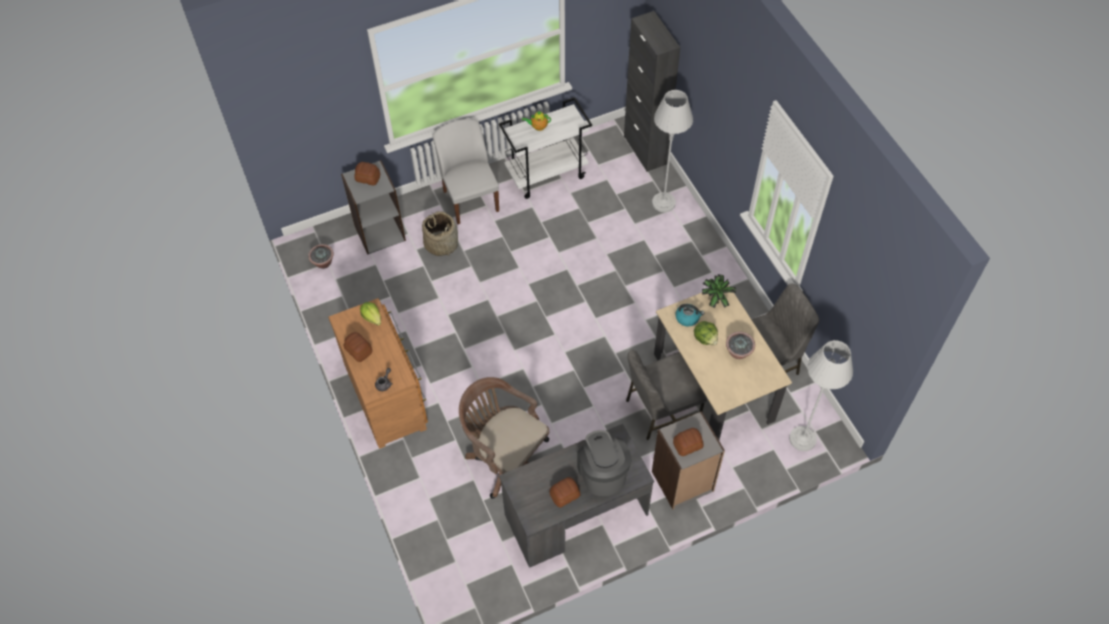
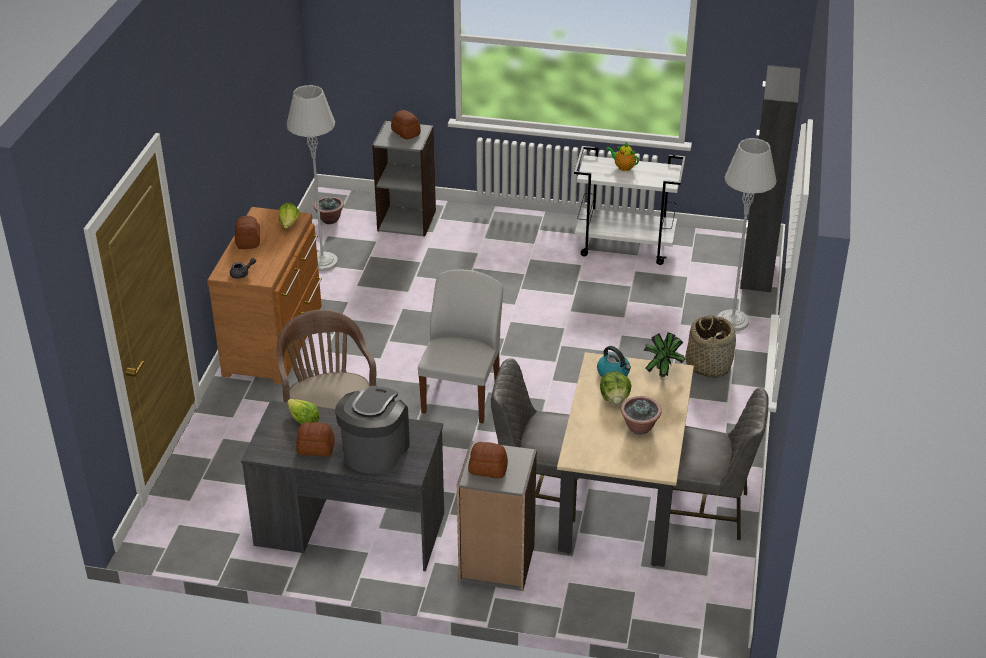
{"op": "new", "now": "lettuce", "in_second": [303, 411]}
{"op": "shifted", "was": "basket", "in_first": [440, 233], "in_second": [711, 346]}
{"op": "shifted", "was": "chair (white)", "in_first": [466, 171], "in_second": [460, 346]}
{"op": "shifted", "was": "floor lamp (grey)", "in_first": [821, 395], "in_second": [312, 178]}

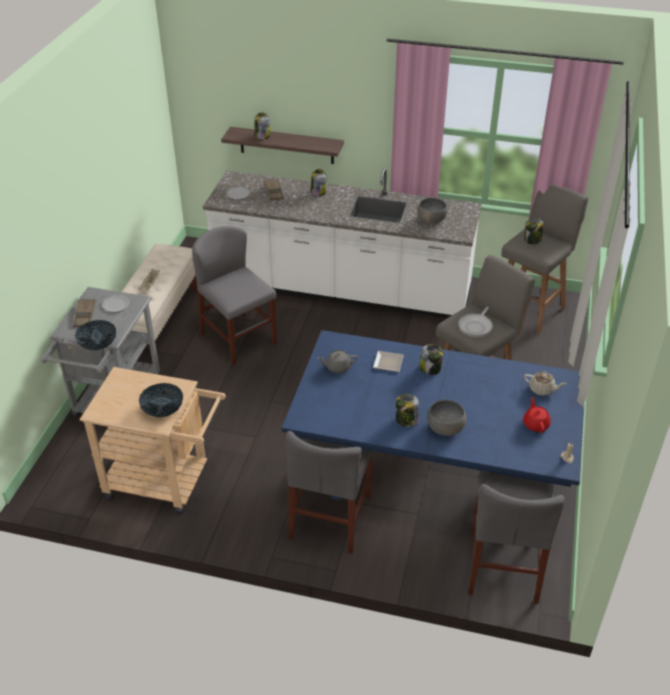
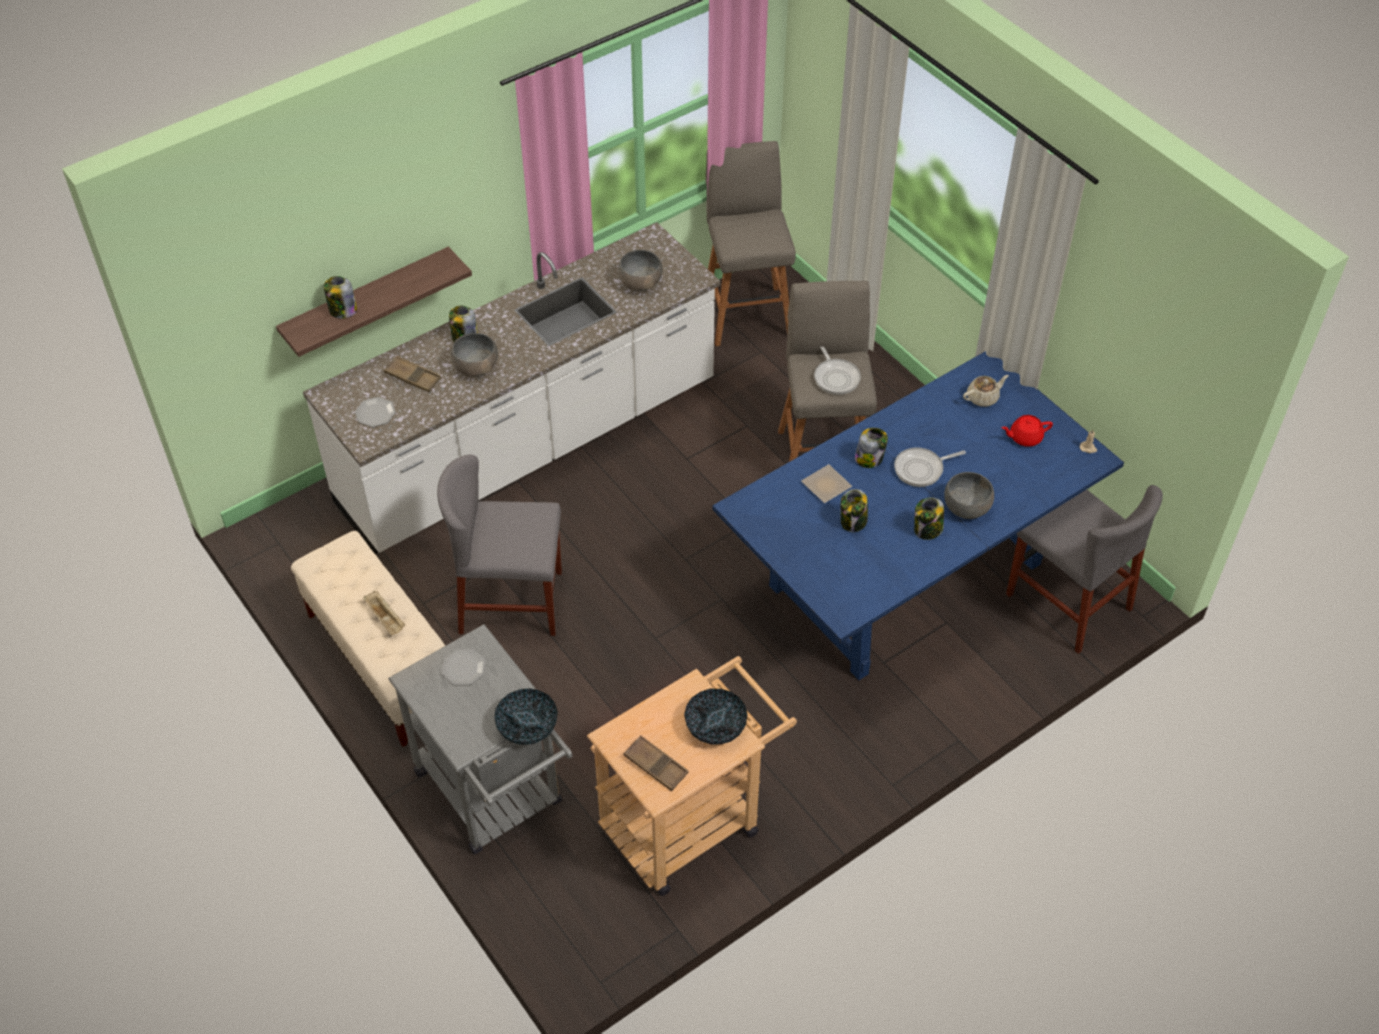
{"op": "gone", "was": "chair (grey)", "in_first": [330, 492]}
{"op": "gone", "was": "teapot (grey)", "in_first": [337, 361]}
{"op": "new", "now": "bowl (grey)", "in_second": [474, 355]}
{"op": "new", "now": "frying pan", "in_second": [930, 467]}
{"op": "shifted", "was": "tray (brown)", "in_first": [84, 313], "in_second": [656, 763]}
{"op": "shifted", "was": "jar", "in_first": [533, 231], "in_second": [854, 510]}
{"op": "rotated", "was": "teapot (red)", "in_first": [537, 415], "in_second": [1027, 431], "clockwise": -45}

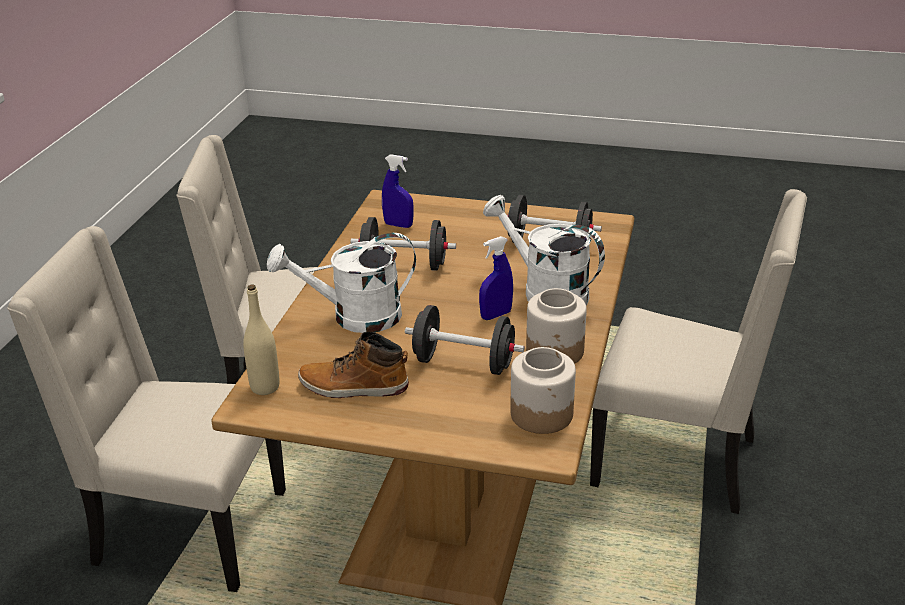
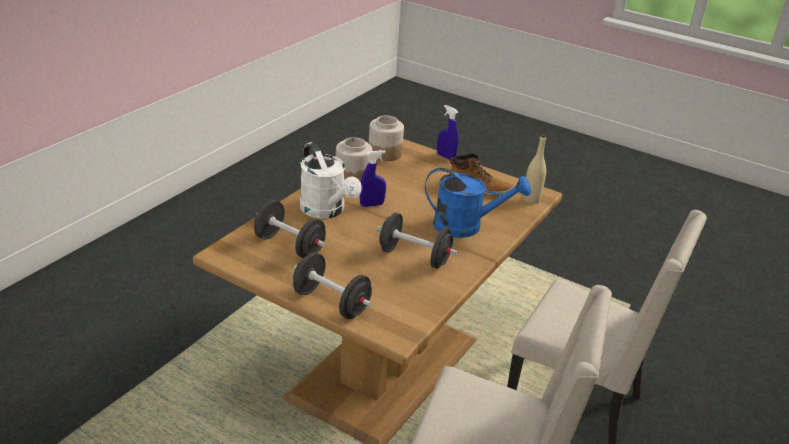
{"op": "gone", "was": "chair (beige)", "in_first": [698, 351]}
{"op": "shifted", "was": "spray bottle (blue)", "in_first": [397, 191], "in_second": [448, 132]}
{"op": "shifted", "was": "dumbbell (black)", "in_first": [465, 340], "in_second": [332, 285]}
{"op": "repainted", "was": "watering can (white)", "now": "watering can (blue)", "in_first": [341, 283], "in_second": [478, 203]}

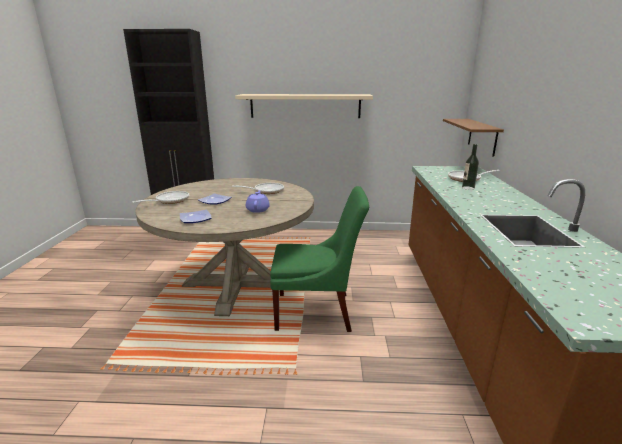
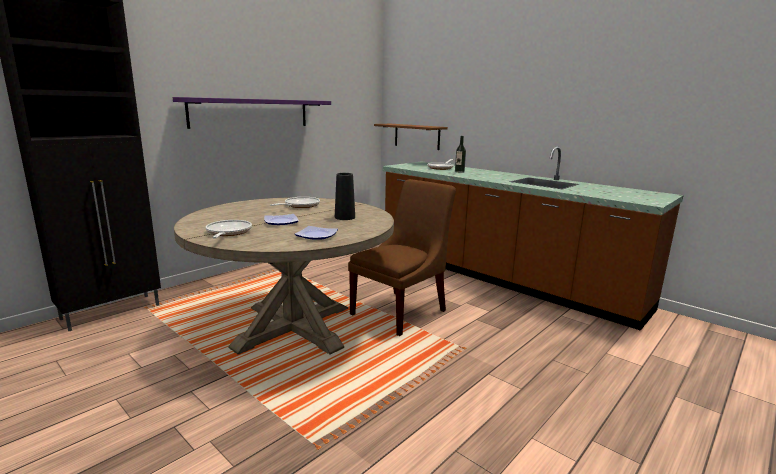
{"op": "swapped", "was": "teapot (purple)", "now": "vase (black)", "in_first": [258, 201], "in_second": [345, 196]}
{"op": "repainted", "was": "shelf (beige)", "now": "shelf (purple)", "in_first": [304, 106], "in_second": [252, 113]}
{"op": "repainted", "was": "chair (green)", "now": "chair (brown)", "in_first": [319, 259], "in_second": [402, 257]}

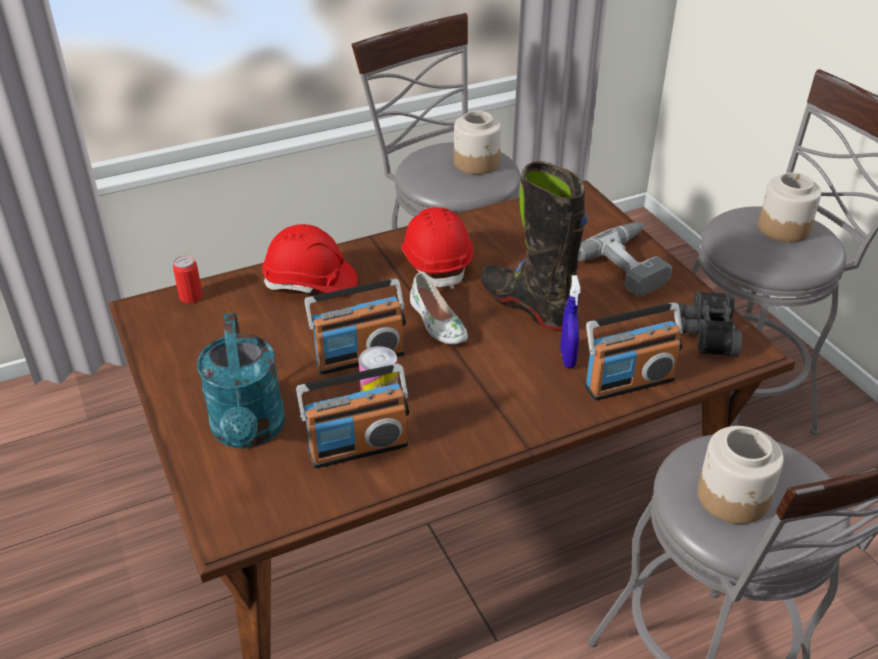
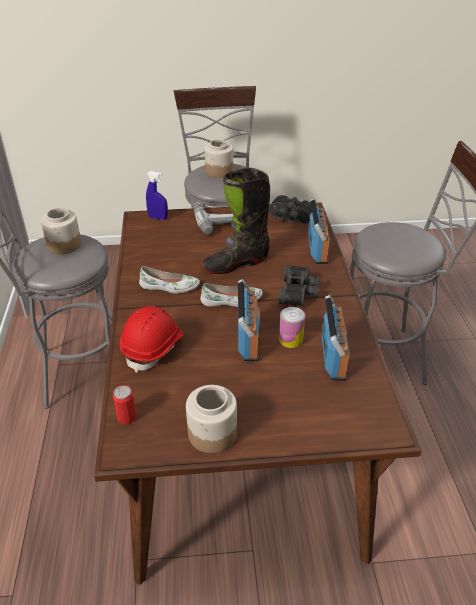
{"op": "gone", "was": "watering can (turquoise)", "in_first": [241, 381]}
{"op": "new", "now": "binoculars (black)", "in_second": [299, 286]}
{"op": "shifted", "was": "spray bottle (blue)", "in_first": [570, 321], "in_second": [157, 195]}
{"op": "shifted", "was": "jar", "in_first": [741, 475], "in_second": [211, 419]}
{"op": "swapped", "was": "hard hat (red)", "now": "shoe (white)", "in_first": [437, 248], "in_second": [169, 280]}

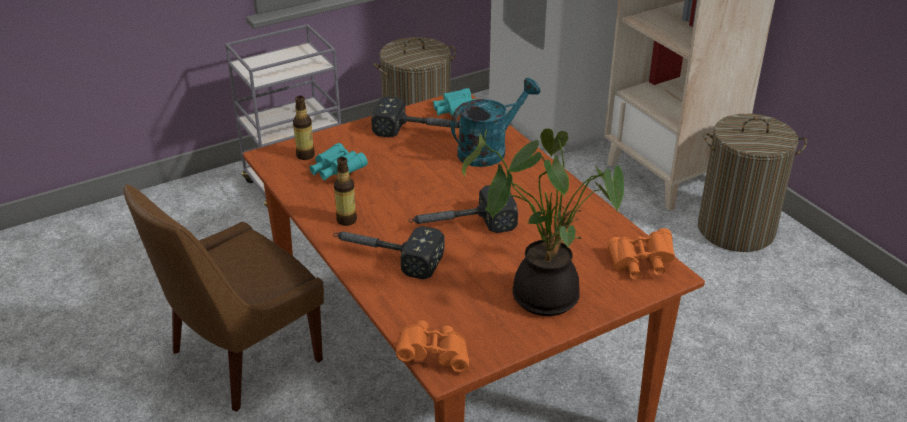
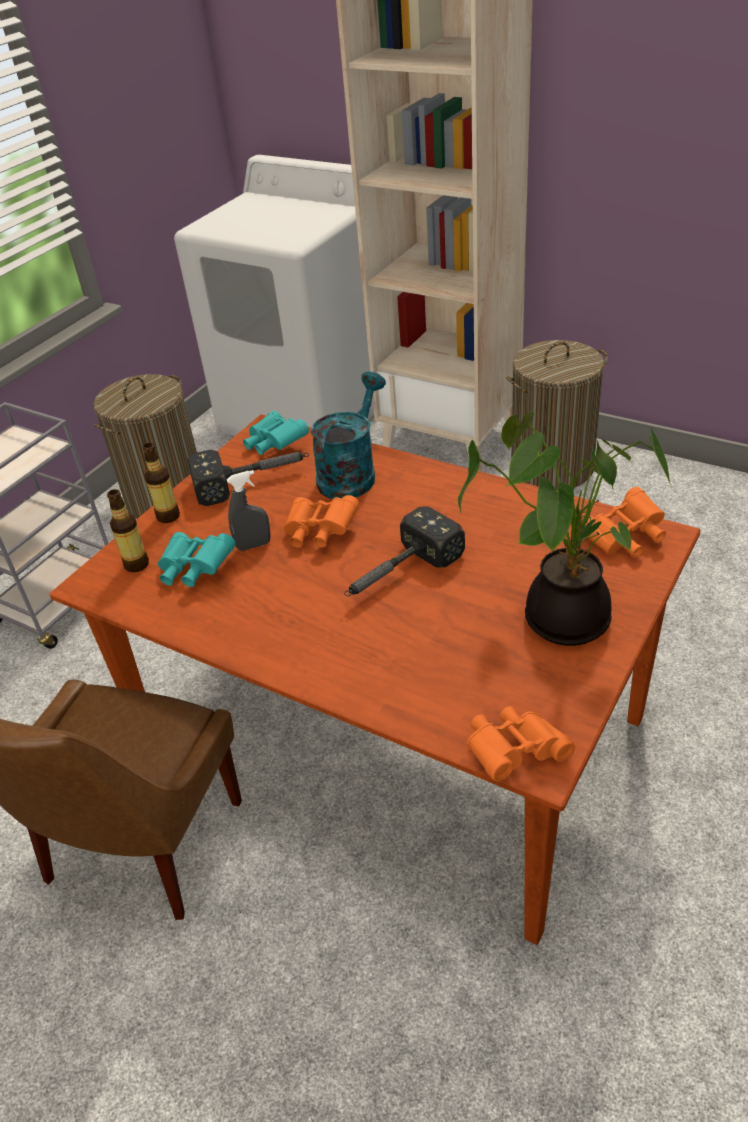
{"op": "gone", "was": "hammer", "in_first": [388, 252]}
{"op": "new", "now": "spray bottle (grey)", "in_second": [249, 510]}
{"op": "new", "now": "binoculars (orange)", "in_second": [321, 521]}
{"op": "shifted", "was": "bottle", "in_first": [345, 191], "in_second": [161, 483]}

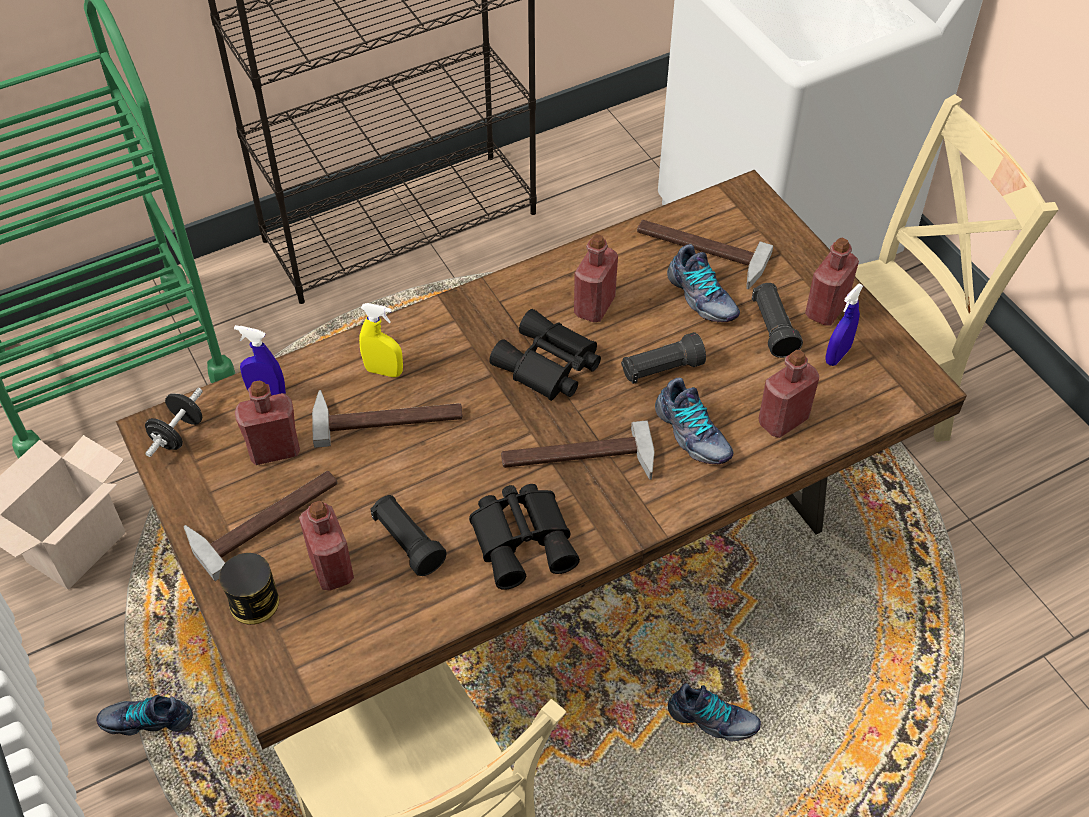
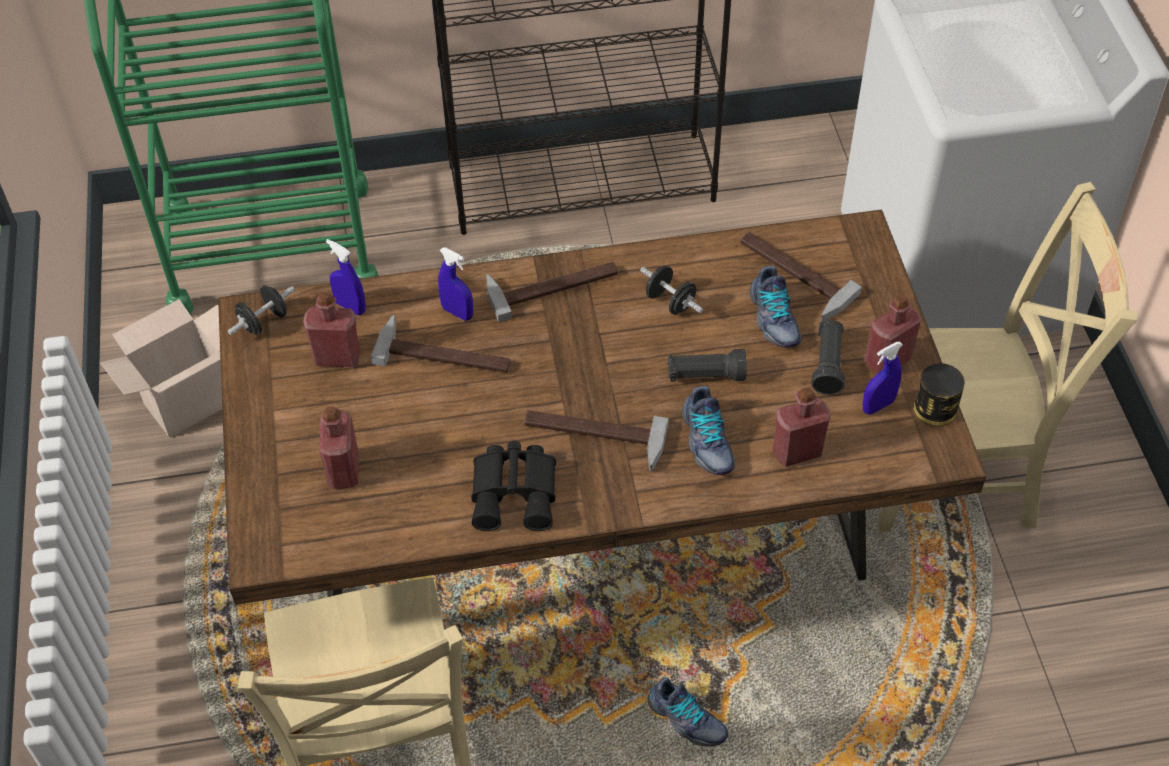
{"op": "gone", "was": "shoe", "in_first": [145, 715]}
{"op": "gone", "was": "flashlight (black)", "in_first": [408, 535]}
{"op": "gone", "was": "binoculars (black)", "in_first": [545, 355]}
{"op": "shifted", "was": "hammer", "in_first": [260, 526], "in_second": [552, 292]}
{"op": "shifted", "was": "can", "in_first": [249, 589], "in_second": [939, 394]}
{"op": "swapped", "was": "bottle (red)", "now": "dumbbell (black)", "in_first": [596, 278], "in_second": [671, 290]}
{"op": "repainted", "was": "spray bottle (yellow)", "now": "spray bottle (blue)", "in_first": [381, 340], "in_second": [455, 284]}

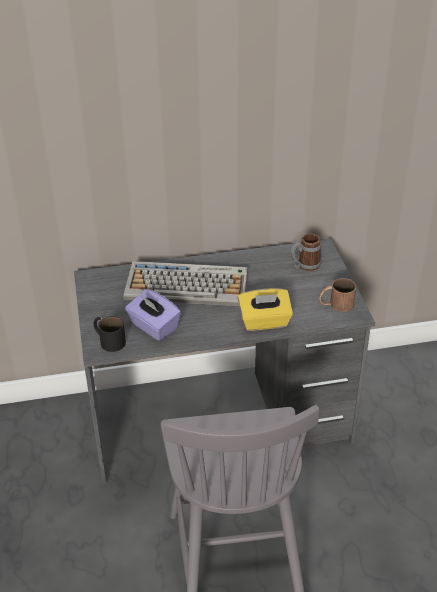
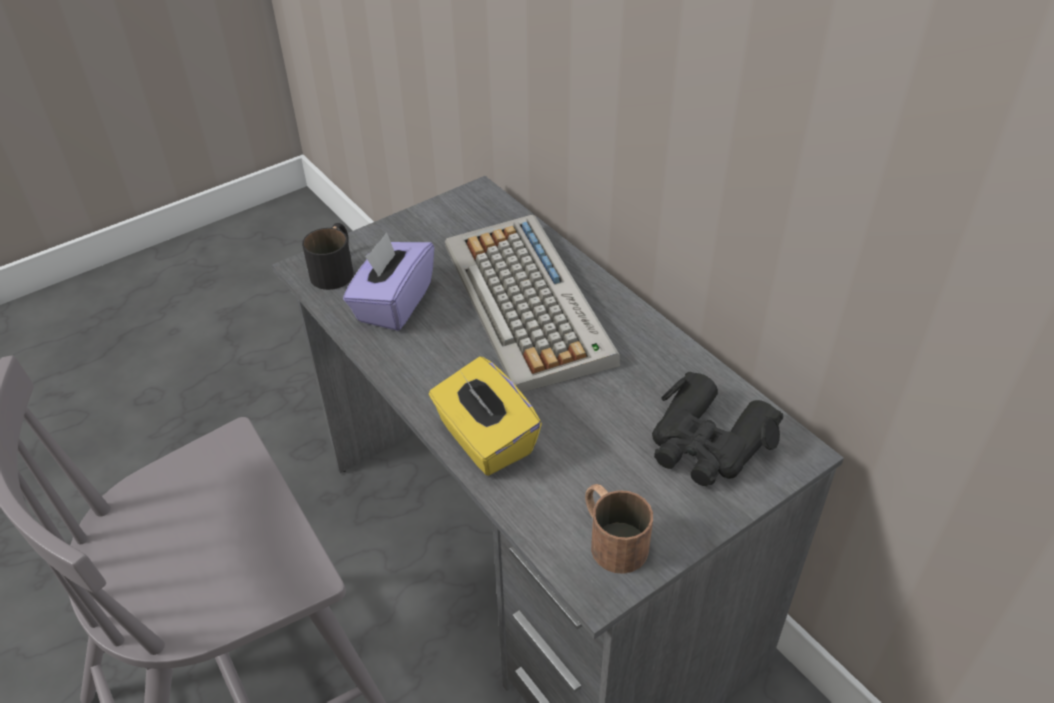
{"op": "swapped", "was": "mug", "now": "binoculars (black)", "in_first": [306, 252], "in_second": [718, 428]}

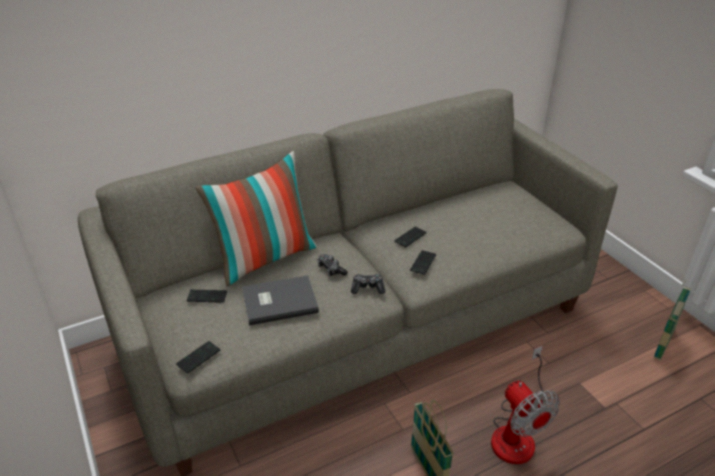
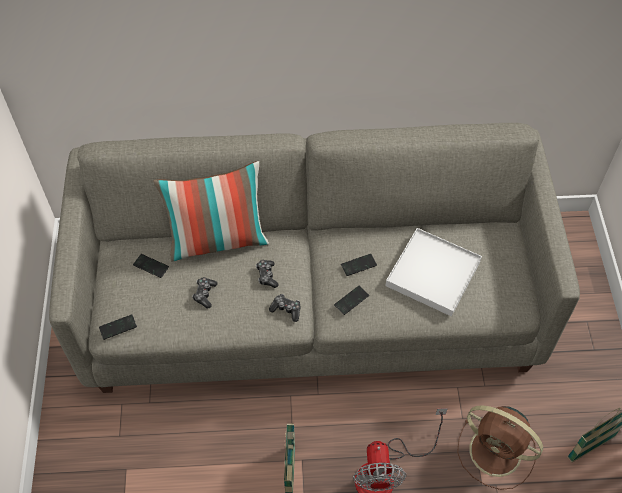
{"op": "new", "now": "tray (white)", "in_second": [433, 272]}
{"op": "new", "now": "fan (brown)", "in_second": [500, 447]}
{"op": "swapped", "was": "book (grey)", "now": "game controller", "in_first": [280, 300], "in_second": [204, 292]}

